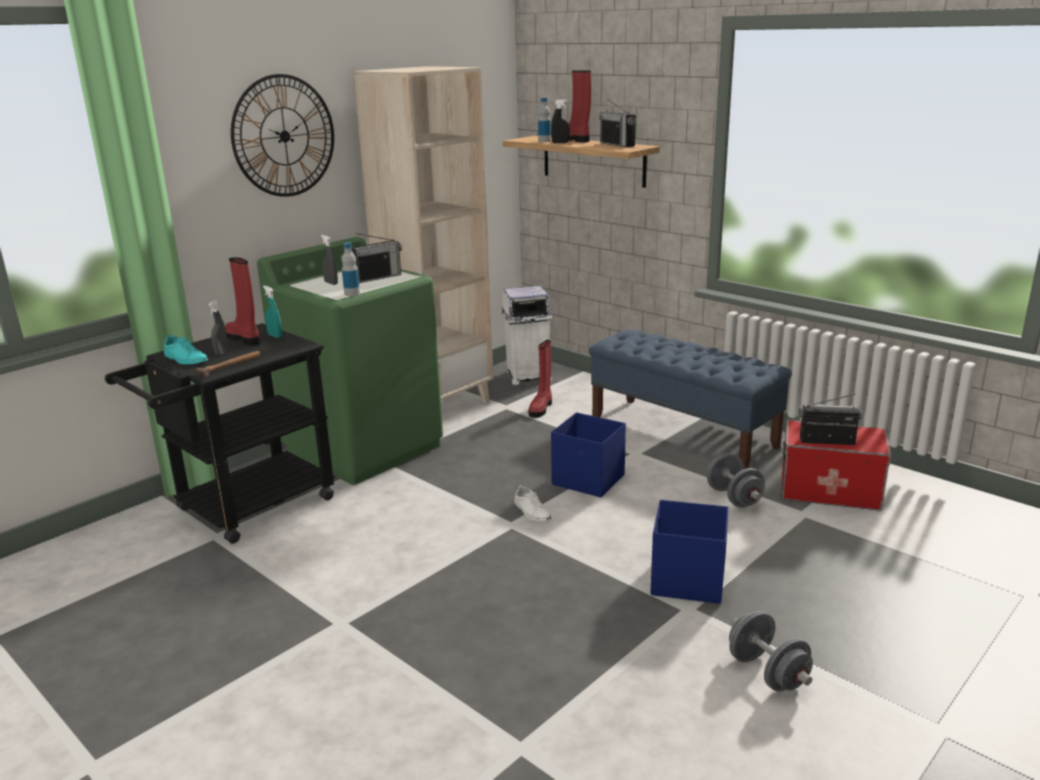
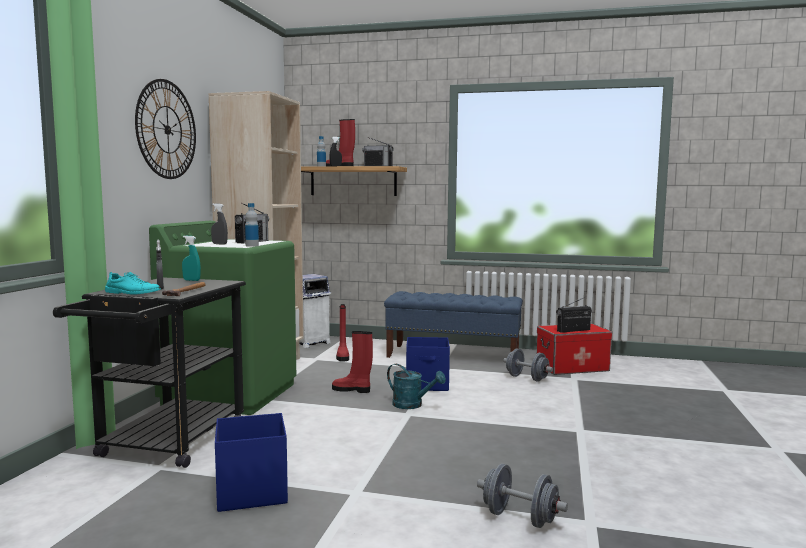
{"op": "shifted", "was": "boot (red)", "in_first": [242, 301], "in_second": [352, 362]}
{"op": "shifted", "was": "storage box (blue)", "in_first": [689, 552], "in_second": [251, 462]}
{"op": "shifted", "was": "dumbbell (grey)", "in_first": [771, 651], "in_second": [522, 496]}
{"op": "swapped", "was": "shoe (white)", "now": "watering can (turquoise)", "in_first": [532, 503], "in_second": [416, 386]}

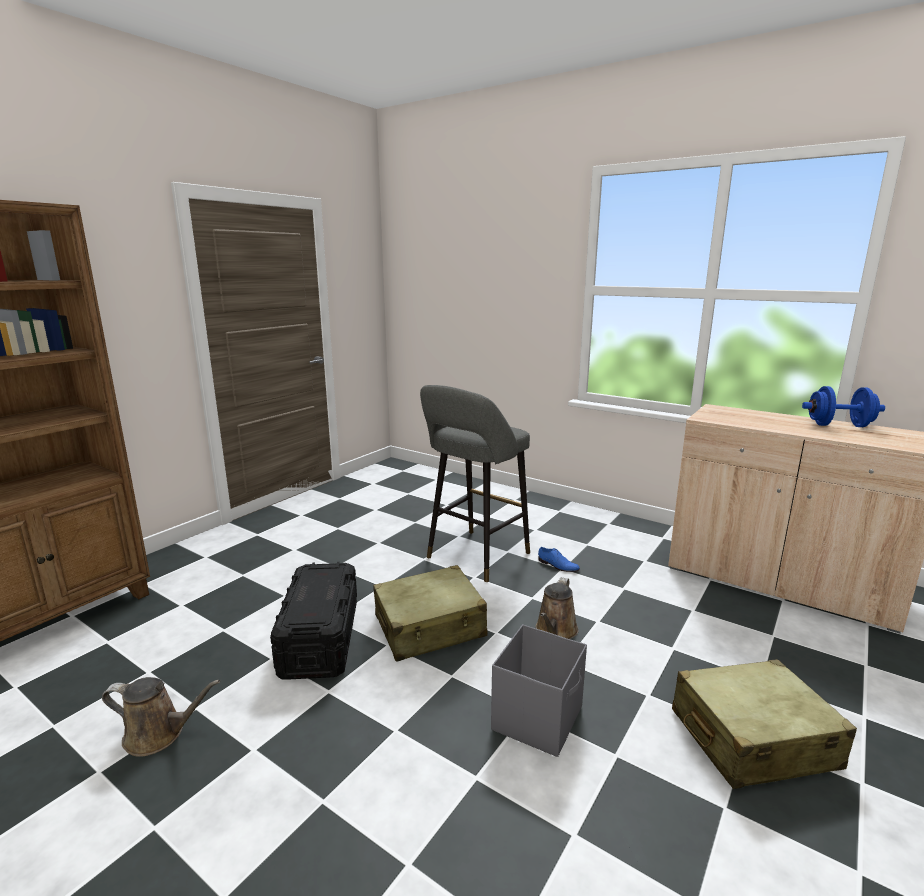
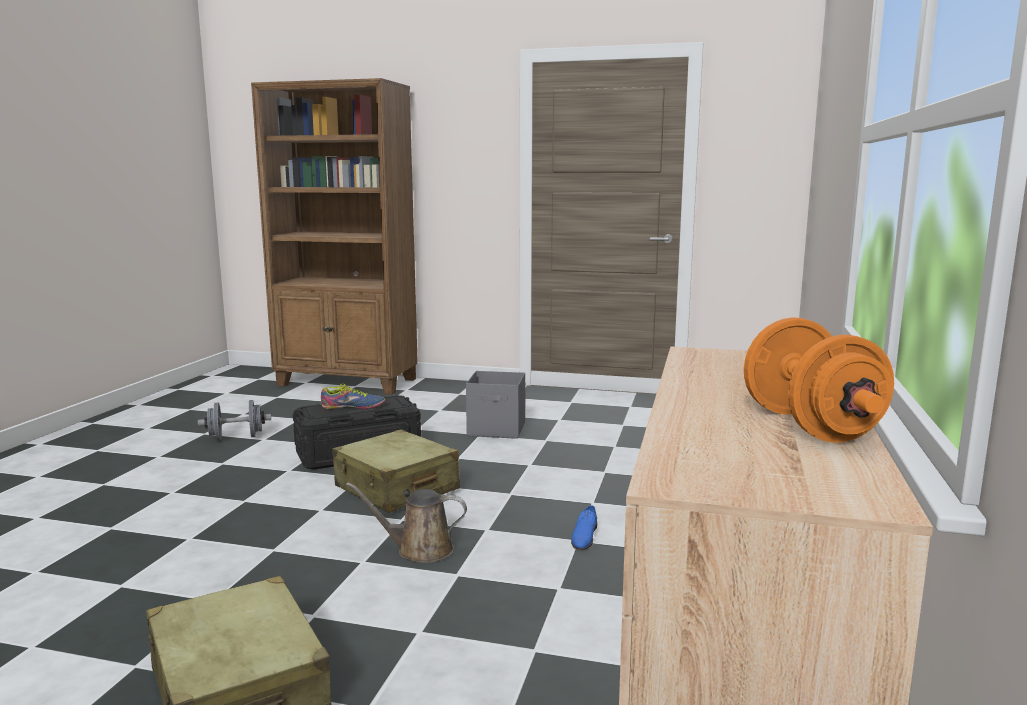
{"op": "gone", "was": "stool (grey)", "in_first": [475, 483]}
{"op": "new", "now": "shoe", "in_second": [353, 396]}
{"op": "shifted", "was": "storage box (grey)", "in_first": [539, 691], "in_second": [495, 405]}
{"op": "swapped", "was": "watering can (brown)", "now": "dumbbell (grey)", "in_first": [161, 717], "in_second": [234, 420]}
{"op": "repainted", "was": "dumbbell (blue)", "now": "dumbbell (orange)", "in_first": [843, 406], "in_second": [819, 380]}

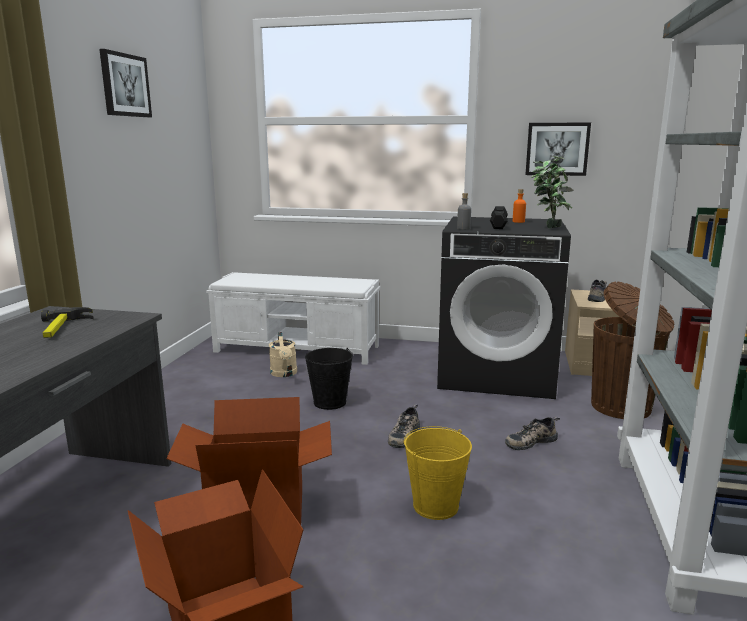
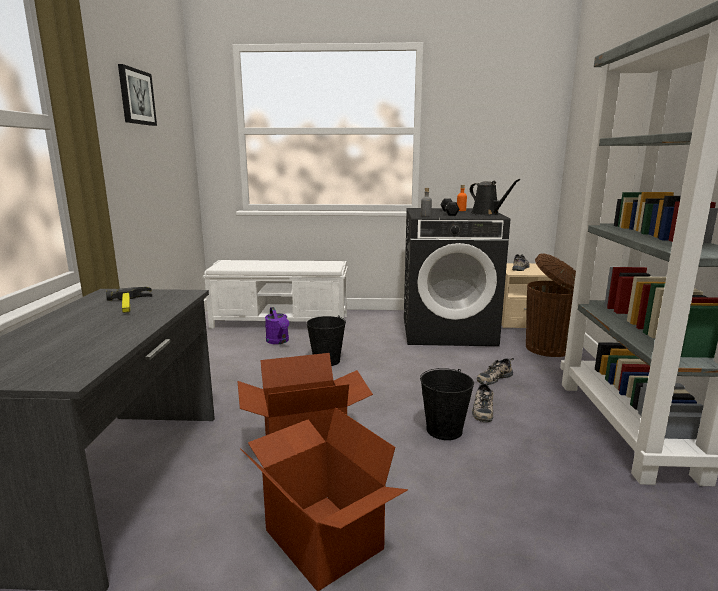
{"op": "gone", "was": "picture", "in_first": [558, 149]}
{"op": "shifted", "was": "shoe", "in_first": [404, 426], "in_second": [482, 401]}
{"op": "swapped", "was": "potted plant", "now": "watering can (black)", "in_first": [552, 192], "in_second": [495, 197]}
{"op": "repainted", "was": "watering can (beige)", "now": "watering can (purple)", "in_first": [283, 354], "in_second": [277, 325]}
{"op": "repainted", "was": "bucket (yellow)", "now": "bucket (black)", "in_first": [438, 473], "in_second": [447, 404]}

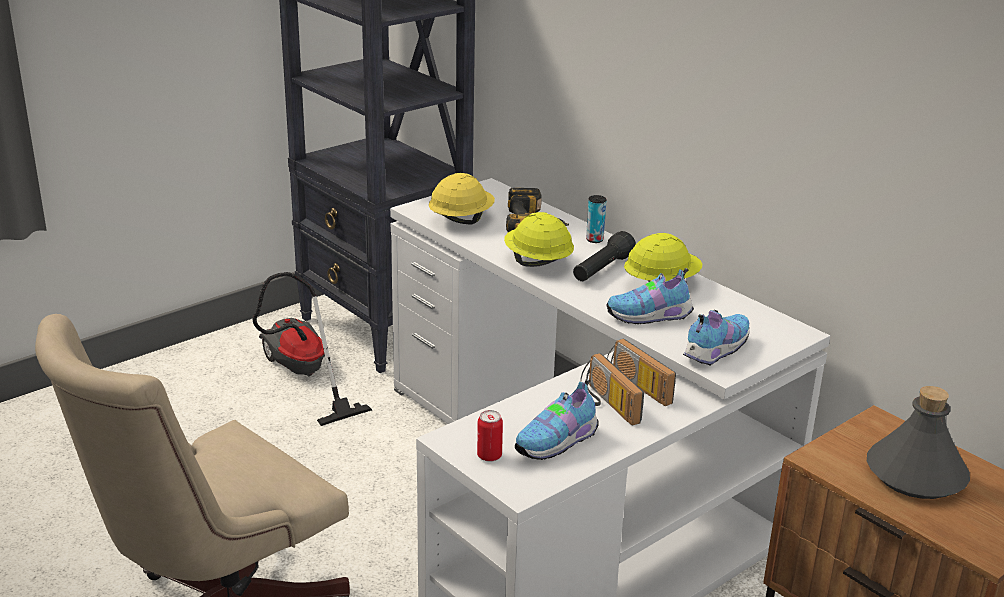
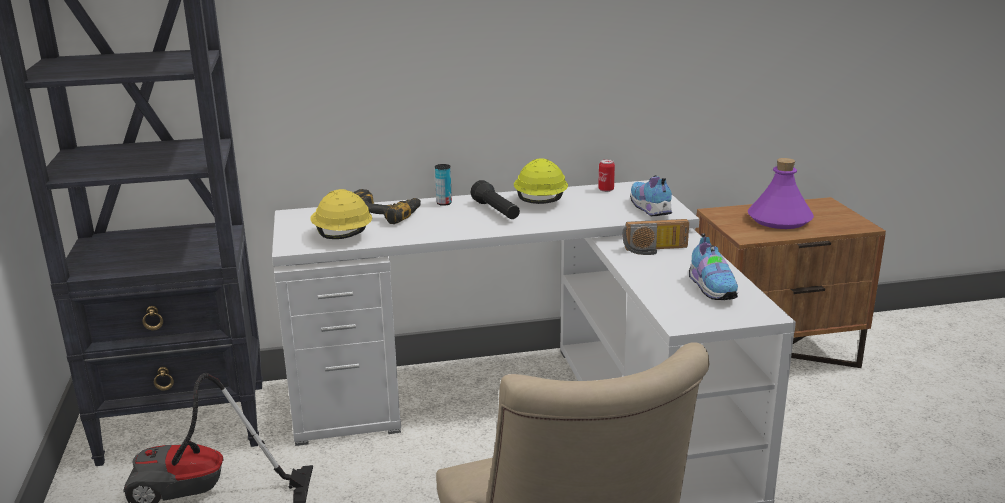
{"op": "gone", "was": "hard hat (yellow)", "in_first": [539, 239]}
{"op": "gone", "was": "radio", "in_first": [612, 389]}
{"op": "gone", "was": "shoe", "in_first": [650, 296]}
{"op": "shifted", "was": "can", "in_first": [490, 436], "in_second": [606, 175]}
{"op": "repainted", "was": "bottle (grey)", "now": "bottle (purple)", "in_first": [918, 442], "in_second": [781, 193]}

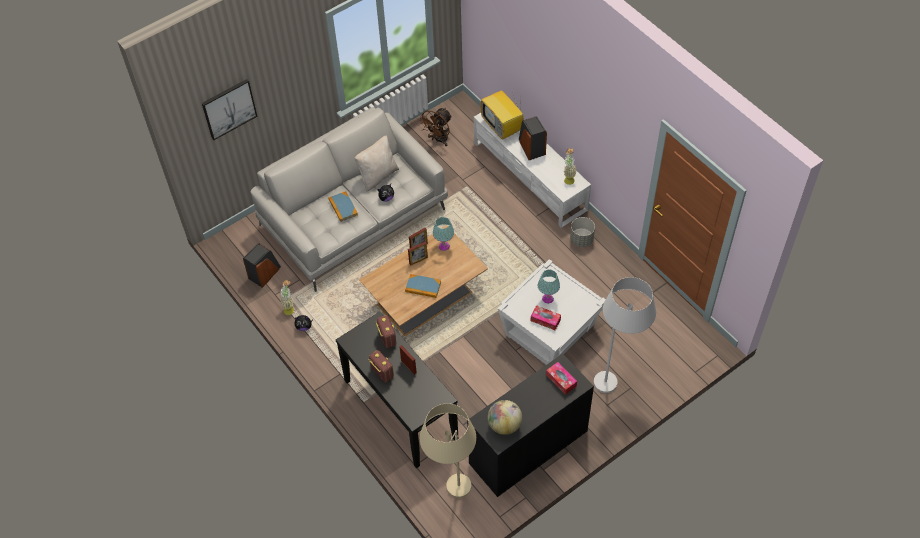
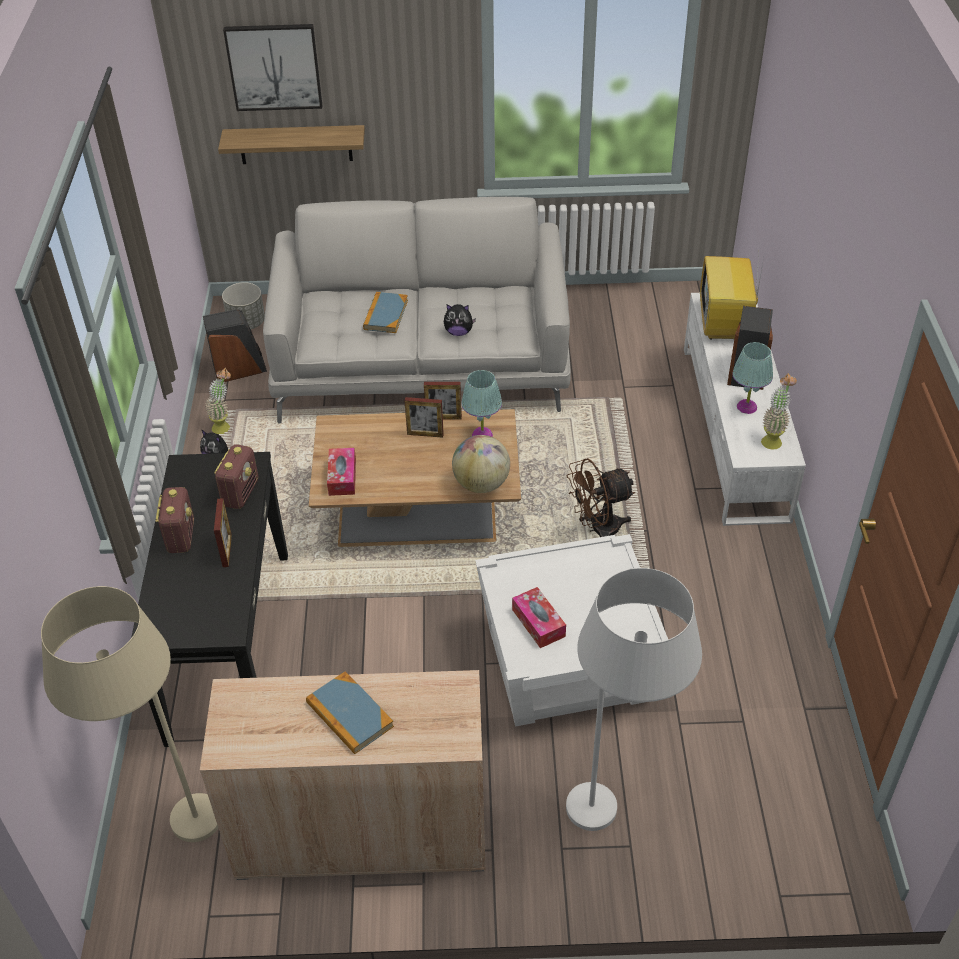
{"op": "gone", "was": "pillow (beige)", "in_first": [377, 163]}
{"op": "new", "now": "shelf", "in_second": [291, 144]}
{"op": "shifted", "was": "book", "in_first": [423, 286], "in_second": [350, 712]}
{"op": "shifted", "was": "fan (brown)", "in_first": [435, 127], "in_second": [601, 497]}
{"op": "shifted", "was": "globe", "in_first": [505, 417], "in_second": [481, 464]}
{"op": "shifted", "was": "table lamp (turquoise)", "in_first": [549, 287], "in_second": [752, 378]}
{"op": "shifted", "was": "tissue box", "in_first": [561, 378], "in_second": [341, 472]}
{"op": "shifted", "was": "planter (grey)", "in_first": [582, 232], "in_second": [243, 305]}
{"op": "repainted", "was": "cabinet (black)", "now": "cabinet (beige)", "in_first": [530, 425], "in_second": [343, 775]}

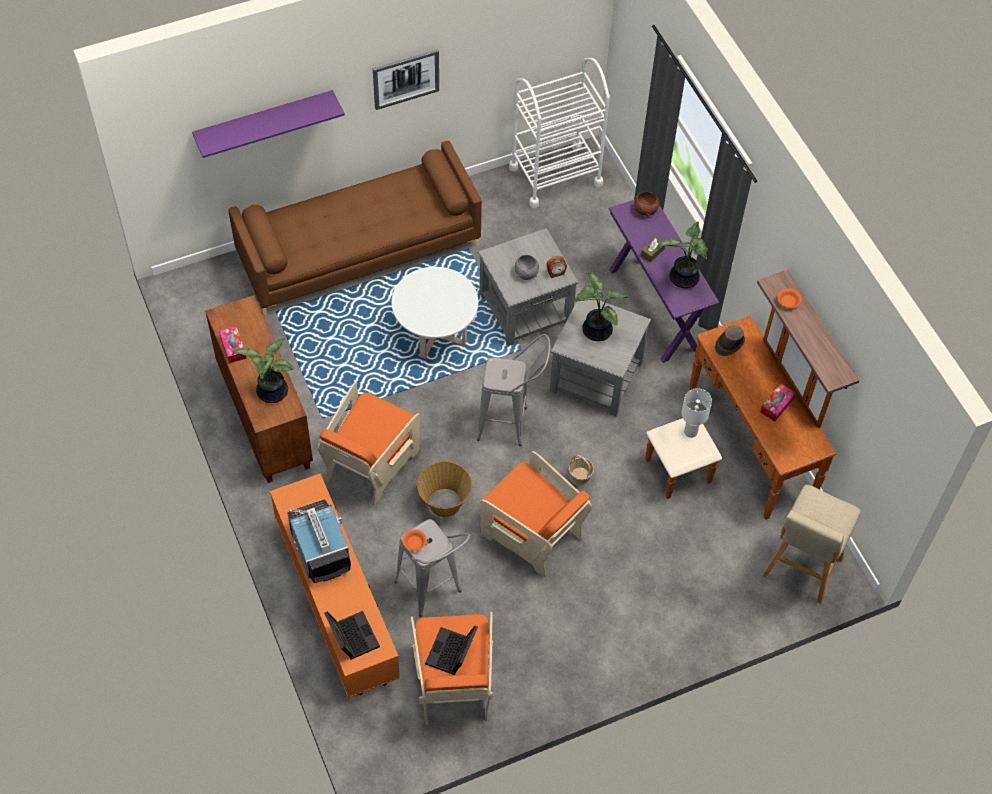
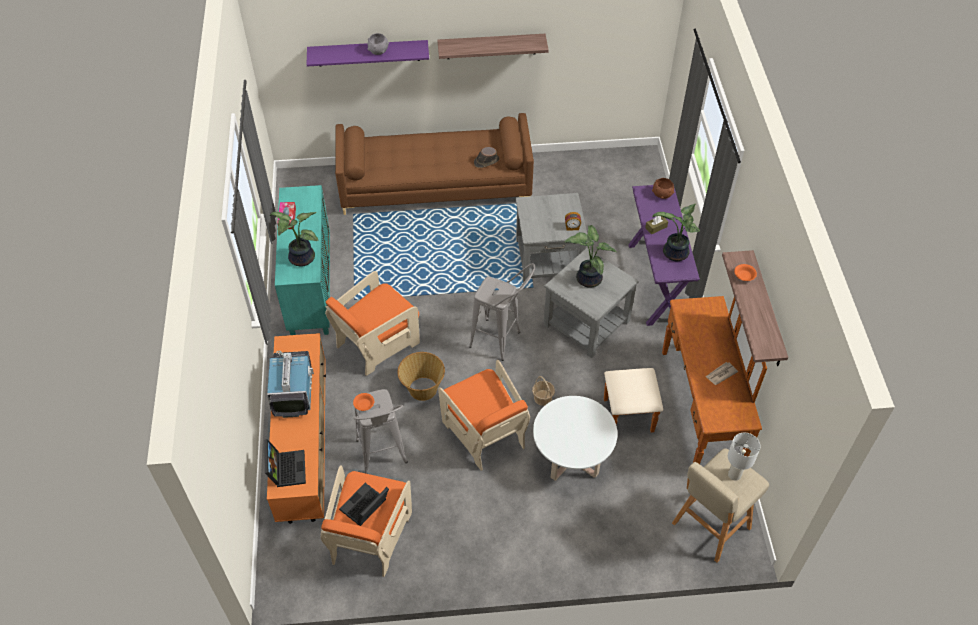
{"op": "gone", "was": "cart (white)", "in_first": [559, 133]}
{"op": "shifted", "was": "coffee table (white)", "in_first": [435, 313], "in_second": [575, 438]}
{"op": "shifted", "was": "bowl (grey)", "in_first": [527, 267], "in_second": [378, 44]}
{"op": "shifted", "was": "table lamp (white)", "in_first": [697, 413], "in_second": [744, 457]}
{"op": "shifted", "was": "hat (brown)", "in_first": [730, 341], "in_second": [486, 157]}
{"op": "swapped", "was": "picture", "now": "shelf", "in_first": [406, 79], "in_second": [493, 46]}
{"op": "swapped", "was": "tissue box", "now": "newspaper", "in_first": [778, 403], "in_second": [722, 373]}
{"op": "repainted", "was": "cabinet (brown)", "now": "cabinet (turquoise)", "in_first": [259, 389], "in_second": [302, 260]}

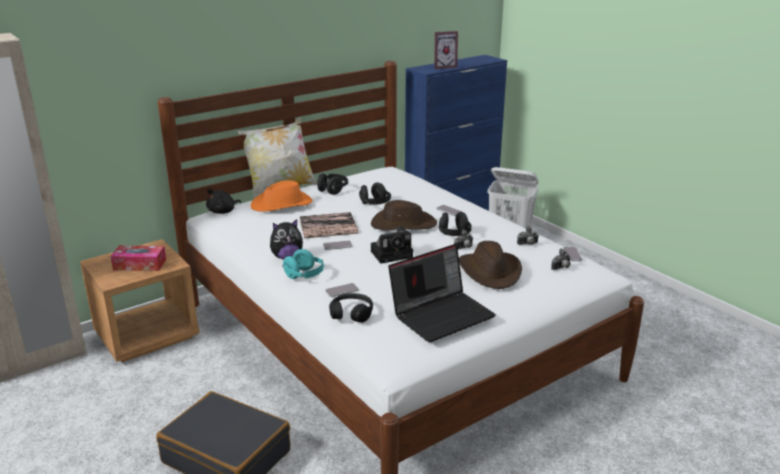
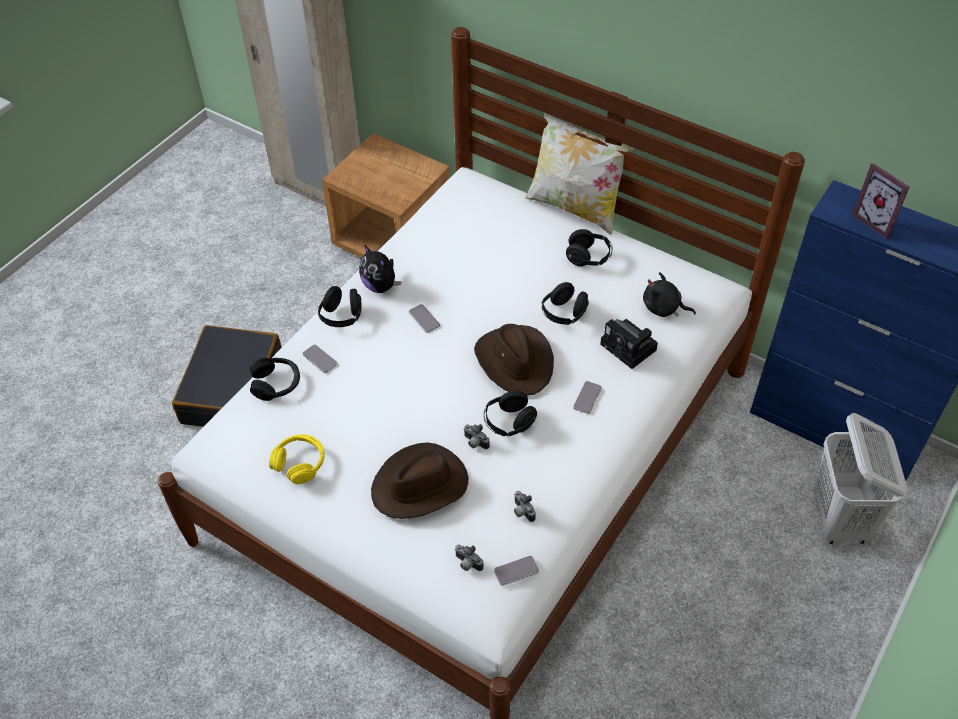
{"op": "gone", "was": "tissue box", "in_first": [138, 258]}
{"op": "gone", "was": "hat (orange)", "in_first": [281, 196]}
{"op": "gone", "was": "book", "in_first": [328, 225]}
{"op": "shifted", "was": "plush toy (black)", "in_first": [223, 201], "in_second": [669, 294]}
{"op": "shifted", "was": "photo camera", "in_first": [392, 245], "in_second": [629, 344]}
{"op": "swapped", "was": "laptop", "now": "headphones (yellow)", "in_first": [442, 293], "in_second": [297, 459]}
{"op": "repainted", "was": "headphones (turquoise)", "now": "headphones (black)", "in_first": [303, 264], "in_second": [339, 306]}

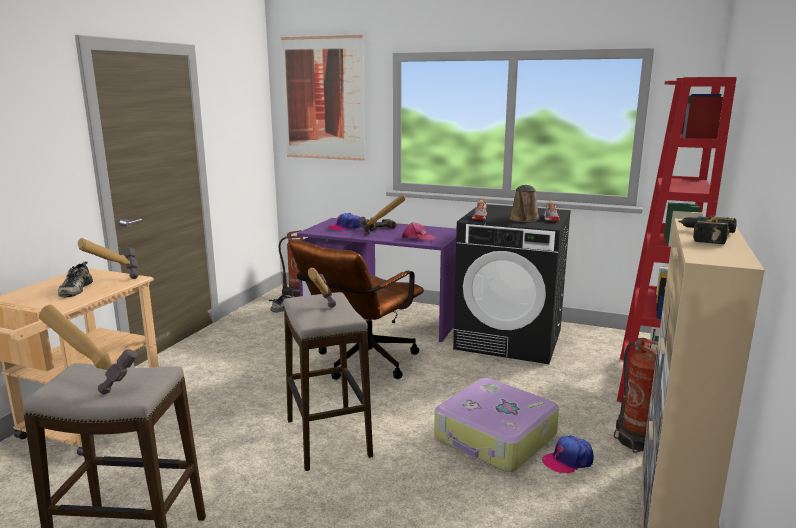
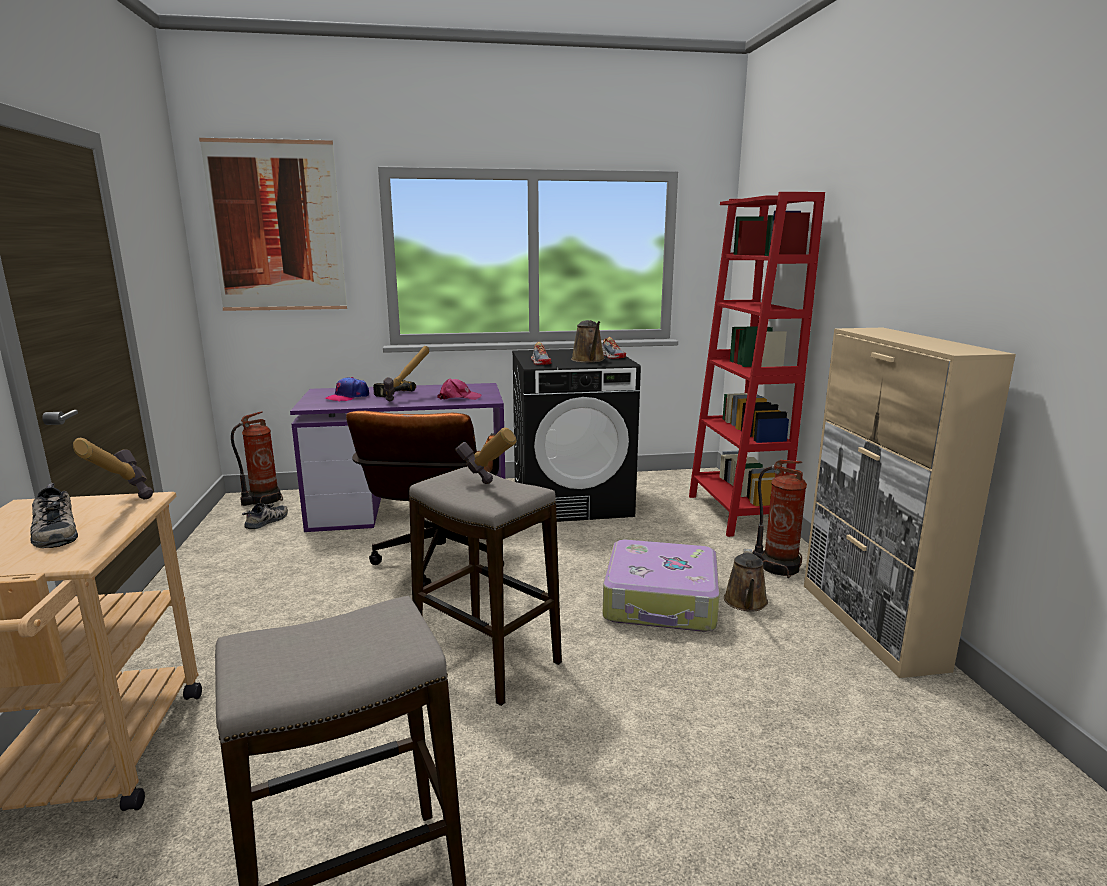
{"op": "gone", "was": "hammer", "in_first": [88, 349]}
{"op": "gone", "was": "power drill", "in_first": [707, 229]}
{"op": "swapped", "was": "cap", "now": "watering can (brown)", "in_first": [568, 455], "in_second": [746, 580]}

